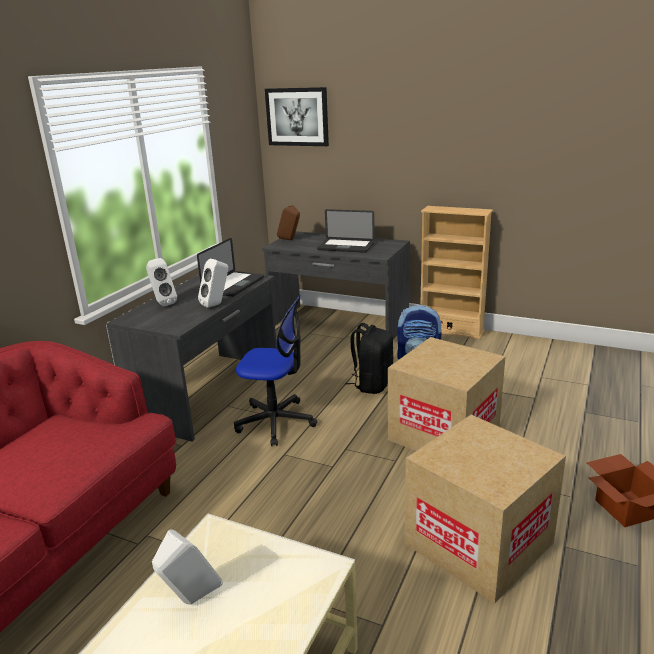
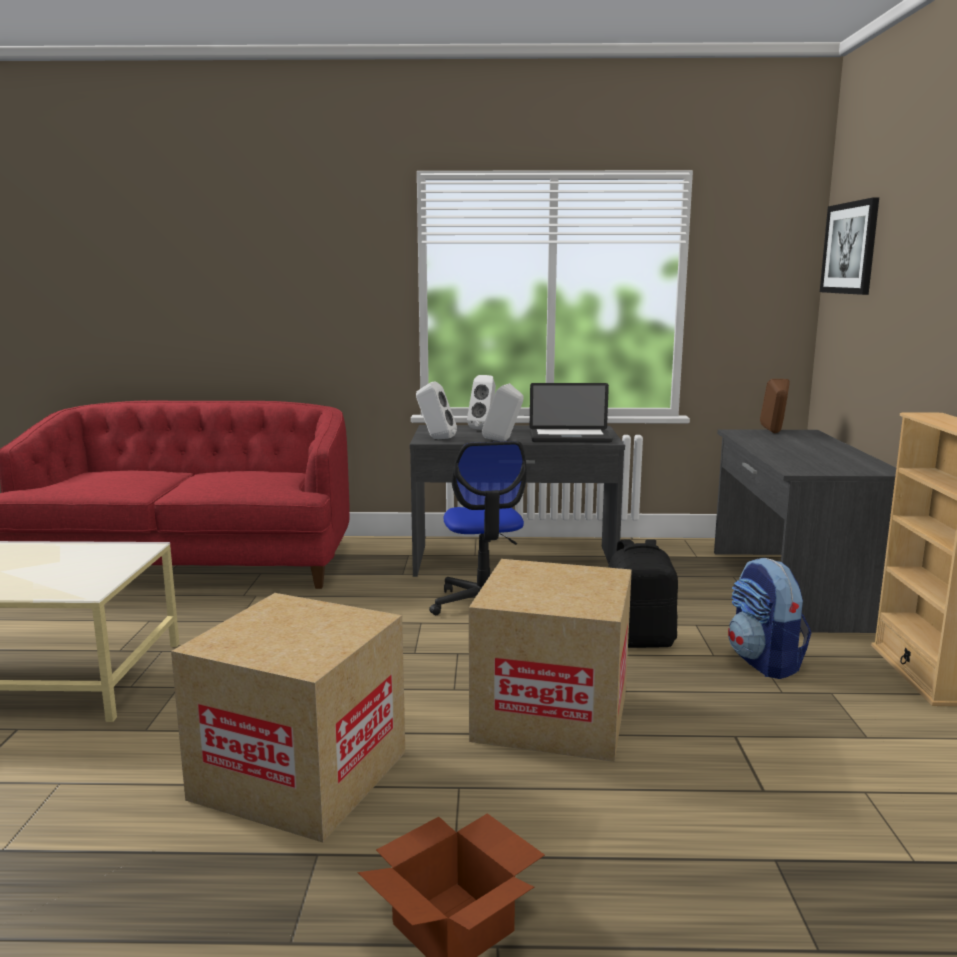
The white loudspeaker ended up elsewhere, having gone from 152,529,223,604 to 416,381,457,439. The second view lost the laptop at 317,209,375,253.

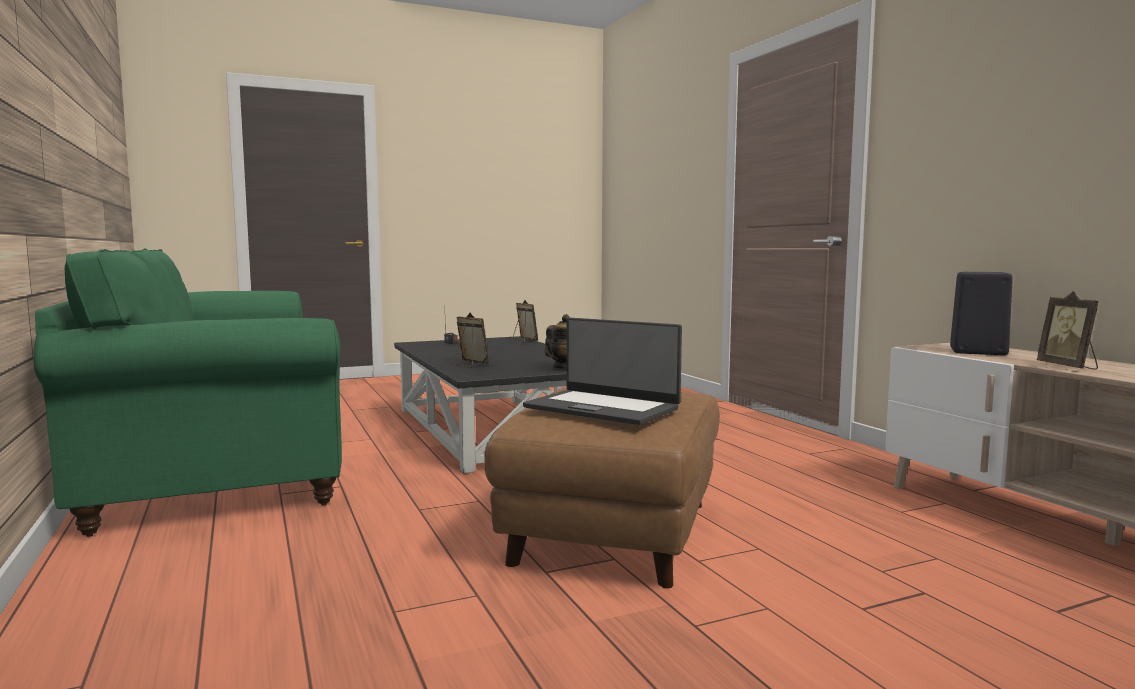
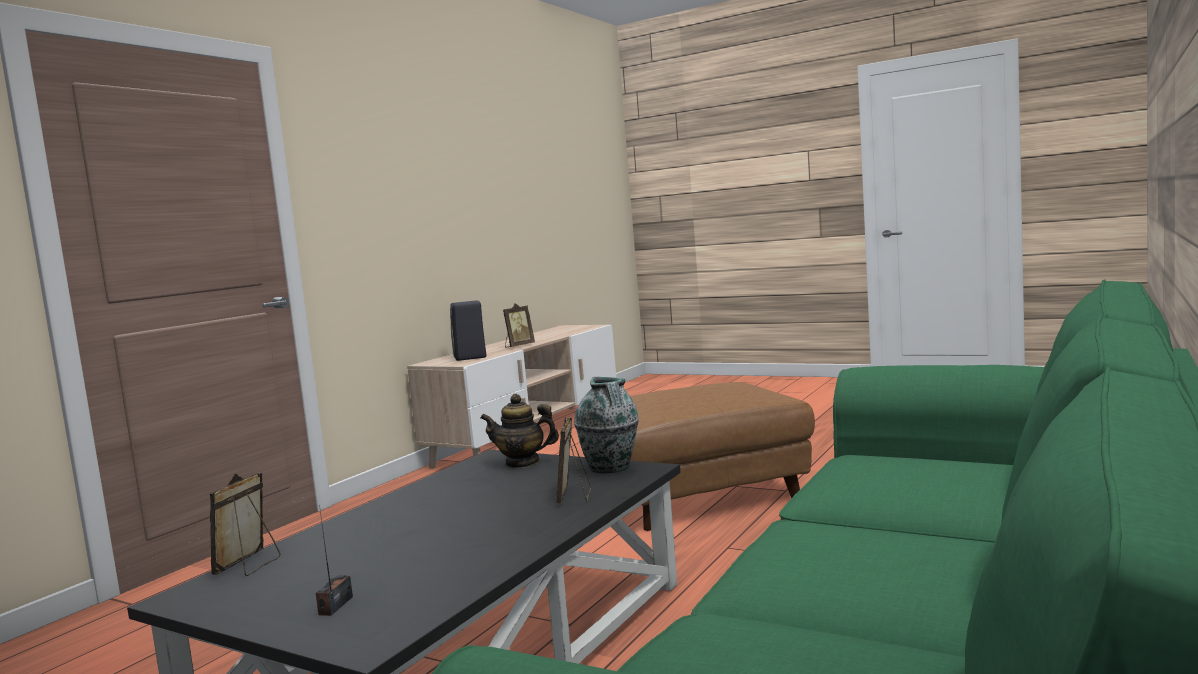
The second view gained the flower vase at 574,377,639,474. The second view lost the laptop at 523,317,682,425.

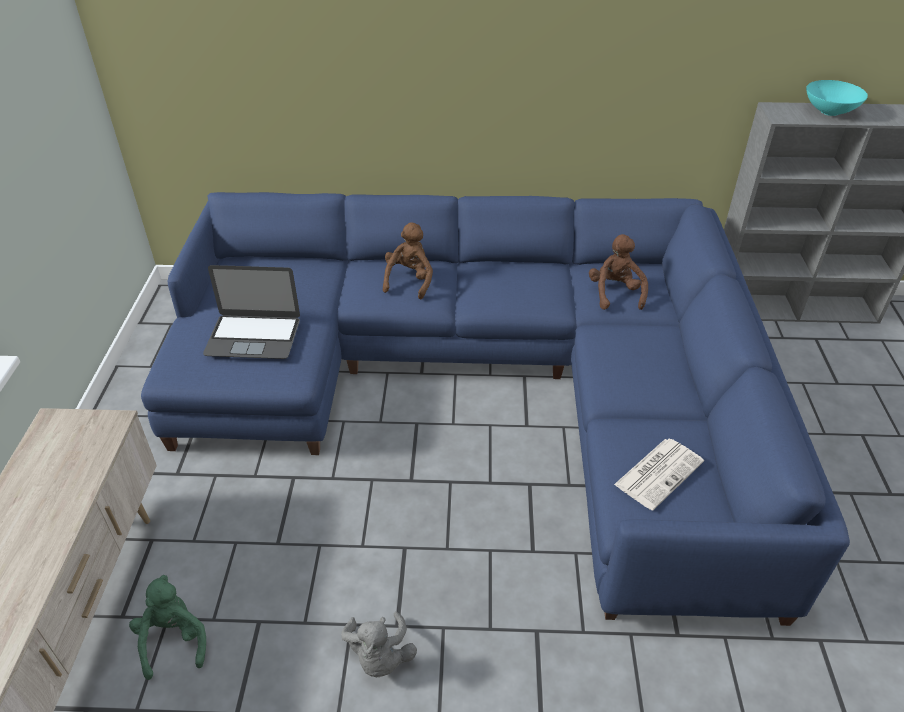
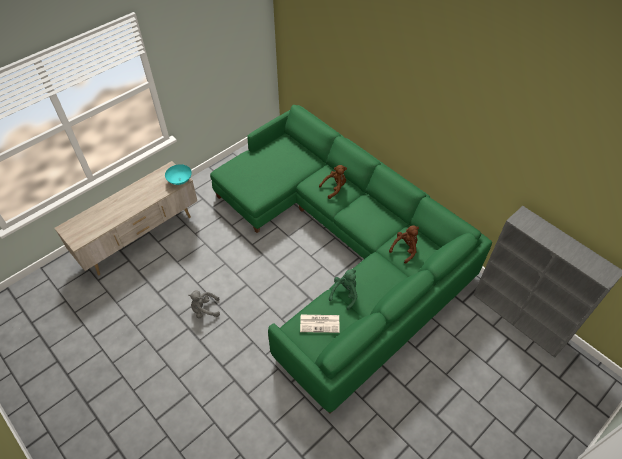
The blue-green bowl ended up elsewhere, having gone from 806,80,868,116 to 165,164,192,185. The greyish plush toy at 341,612,417,677 ended up facing another way, 45 degrees clockwise from before. What was the blue couch at 141,192,850,626 turned into the greenish couch at 210,105,492,414. The greenish plush toy ended up elsewhere, having gone from 129,575,206,680 to 329,269,357,310. The second view lost the laptop at 203,265,300,359.

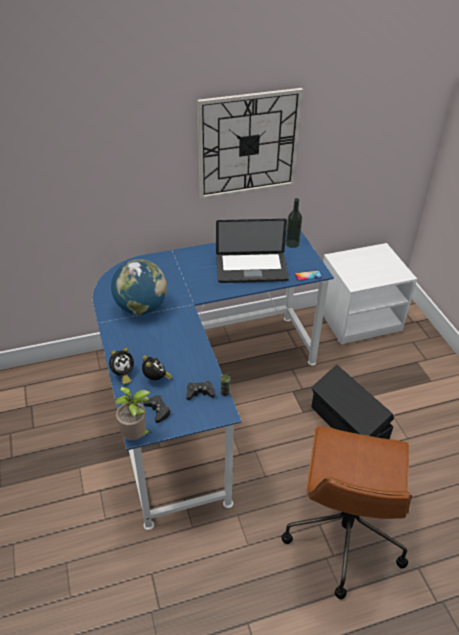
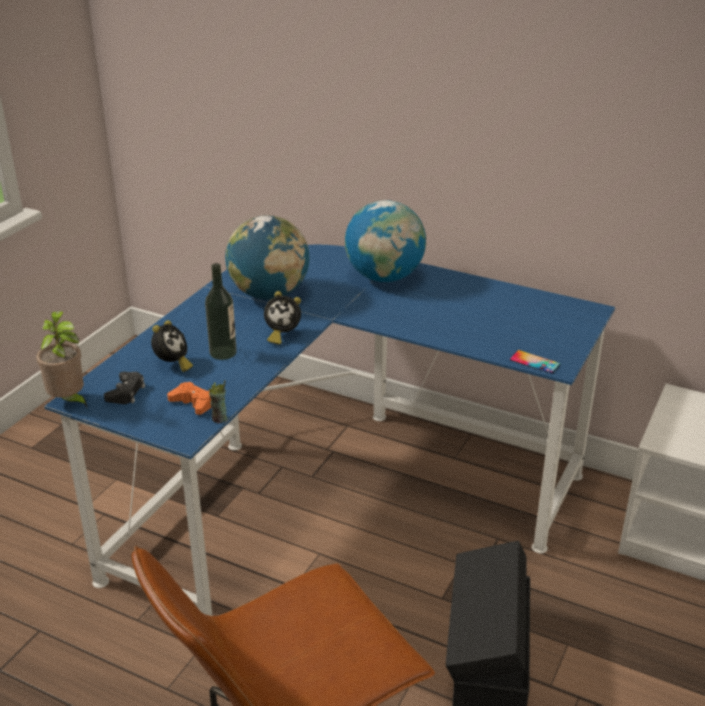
What was the black game controller at 186,381,215,400 turned into the orange-coloured game controller at 167,382,211,415. The beverage bottle ended up elsewhere, having gone from 286,198,302,248 to 205,263,237,360. The table clock ended up elsewhere, having gone from 109,347,134,385 to 264,291,301,345. The second view gained the globe at 345,200,426,282. The second view lost the hanging clock at 197,88,303,200. The second view lost the laptop at 216,219,289,283.

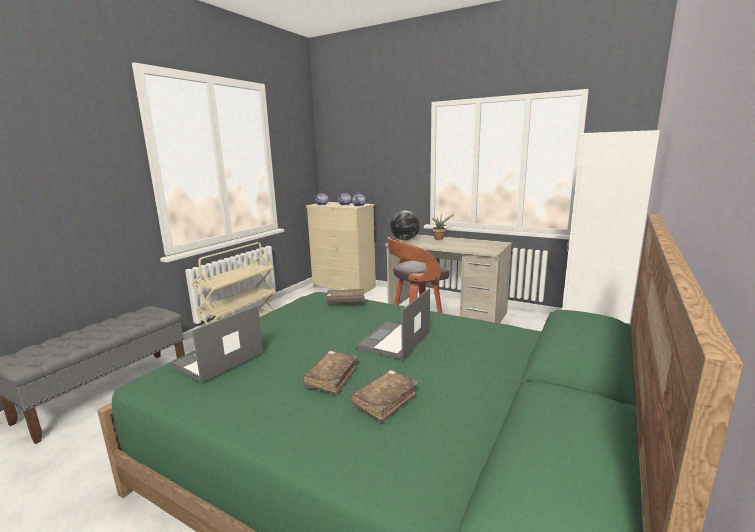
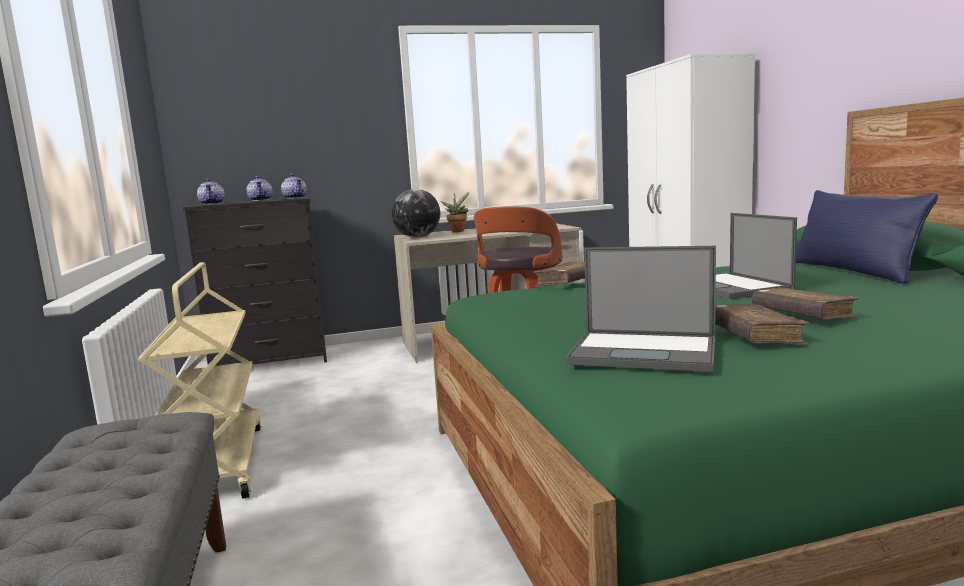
What was the sand-coloured chest of drawers at 306,202,376,294 turned into the black chest of drawers at 183,197,327,366. The laptop at 169,305,263,383 ended up facing another way, 60 degrees counterclockwise from before. The brownish bound book ended up elsewhere, having gone from 351,369,418,423 to 715,304,809,345. The second view gained the blue cushion at 796,190,938,284.

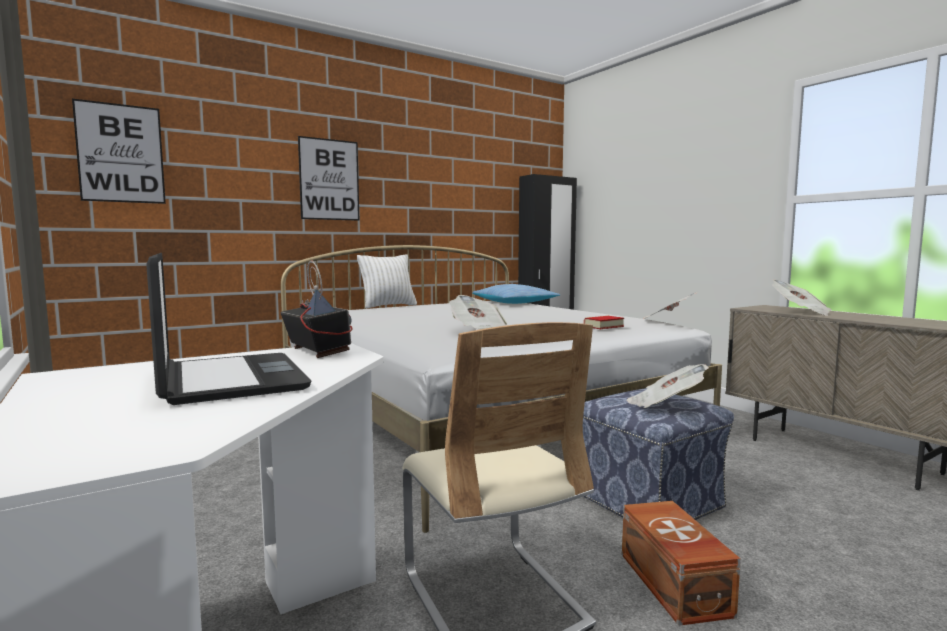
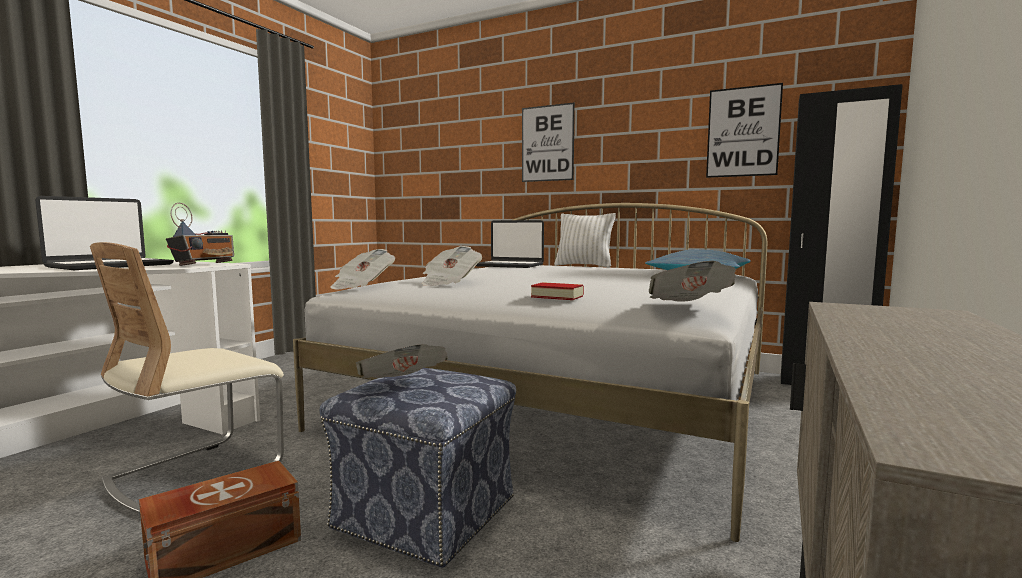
The newspaper ended up elsewhere, having gone from 772,279,831,316 to 330,249,395,290. The second view gained the laptop at 476,220,544,268. The wall art ended up elsewhere, having gone from 72,99,166,204 to 706,83,783,178.

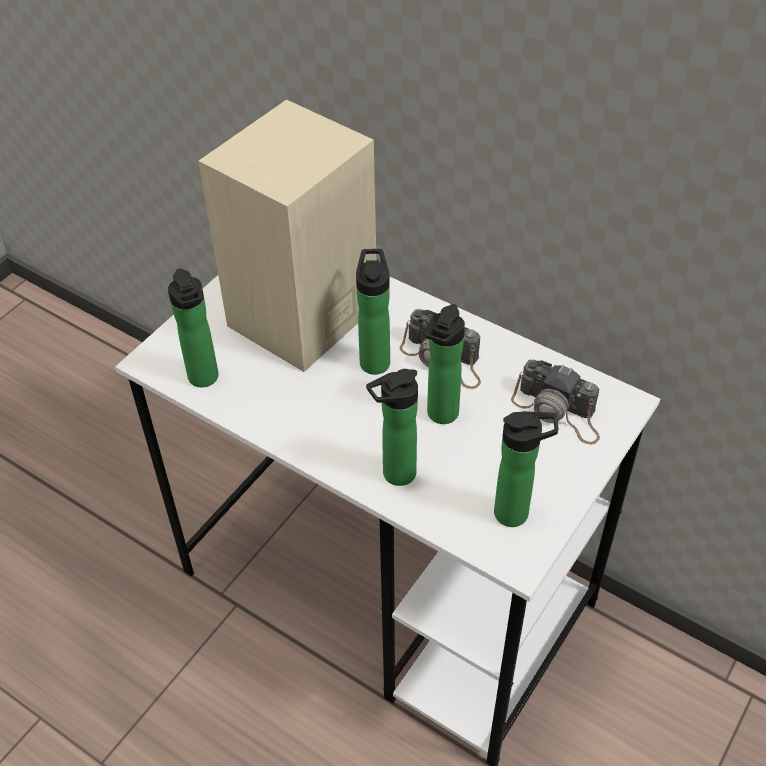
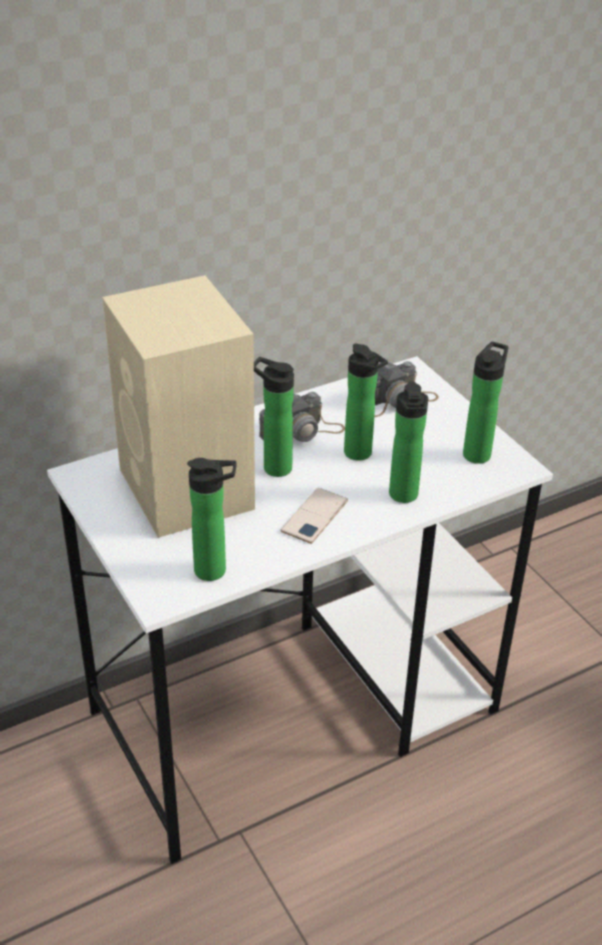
The second view gained the handset at 280,488,348,544.

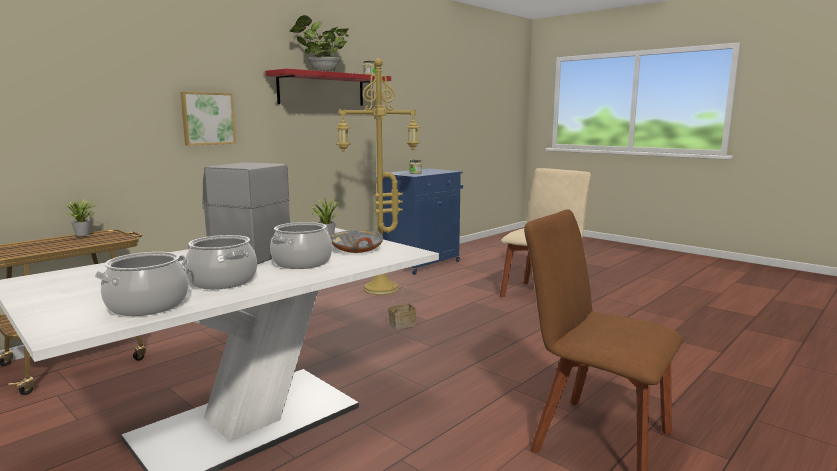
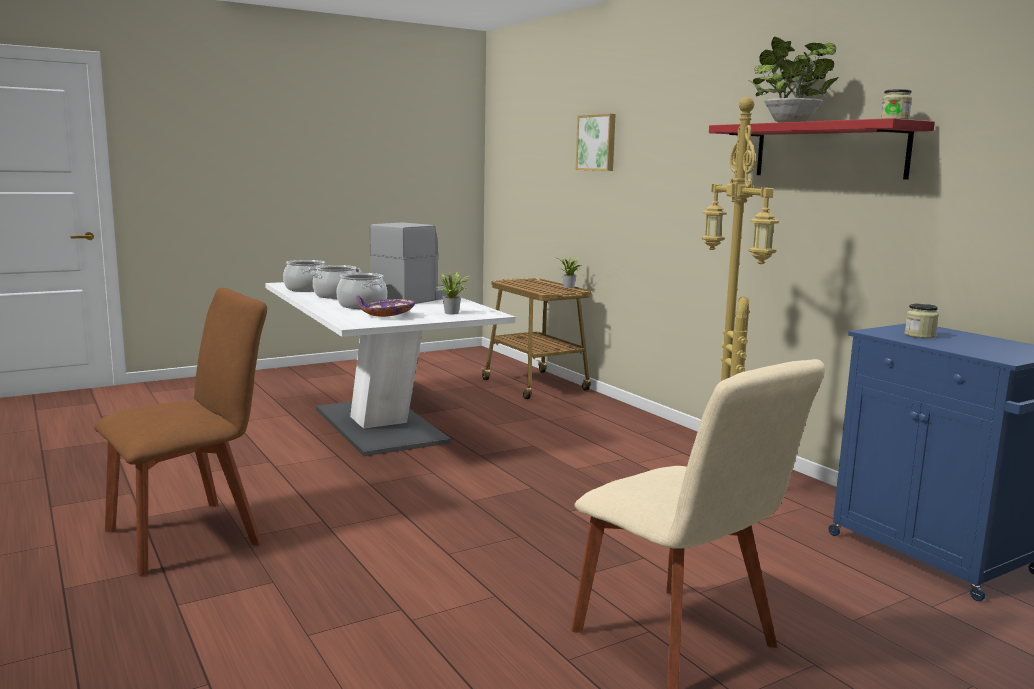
What was the greyish bowl at 330,230,383,253 turned into the purple bowl at 356,296,416,317. The wall art ended up elsewhere, having gone from 180,92,236,145 to 576,114,616,171. The second view lost the basket at 388,280,416,329.

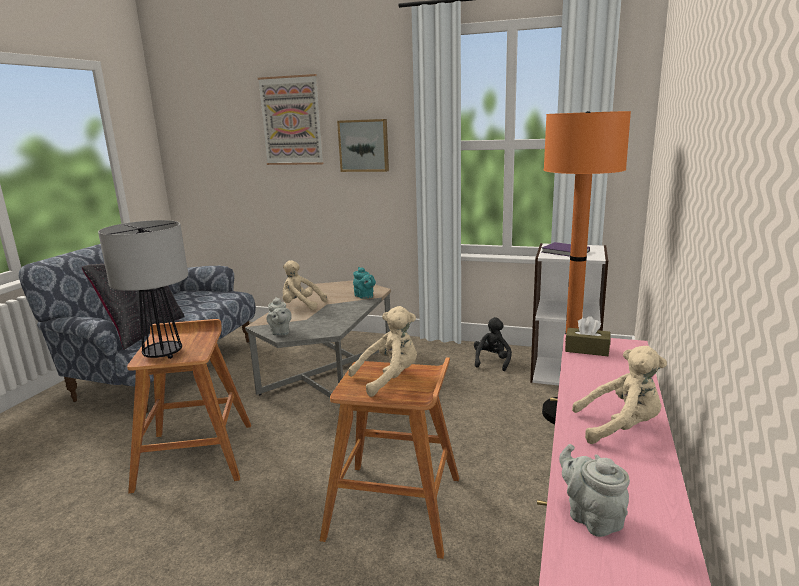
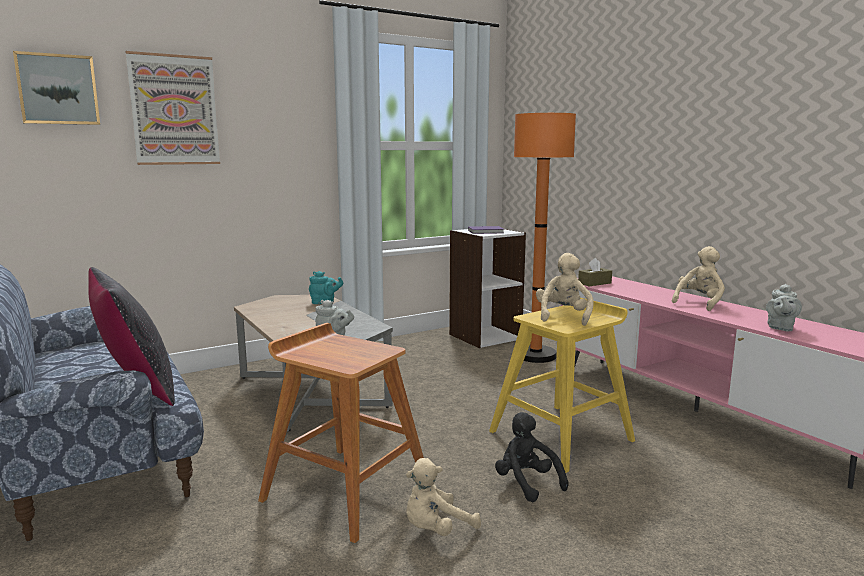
The wall art ended up elsewhere, having gone from 337,119,389,172 to 13,51,100,125. The sand-coloured plush toy ended up elsewhere, having gone from 283,260,327,310 to 406,458,481,536. What was the brownish stool at 320,357,459,559 turned into the yellowish stool at 489,297,635,473. The black plush toy ended up elsewhere, having gone from 474,317,512,371 to 495,412,569,502. The greyish tea pot at 559,444,630,537 ended up facing another way, 75 degrees counterclockwise from before. The second view lost the tabletop lamp at 98,220,188,359.

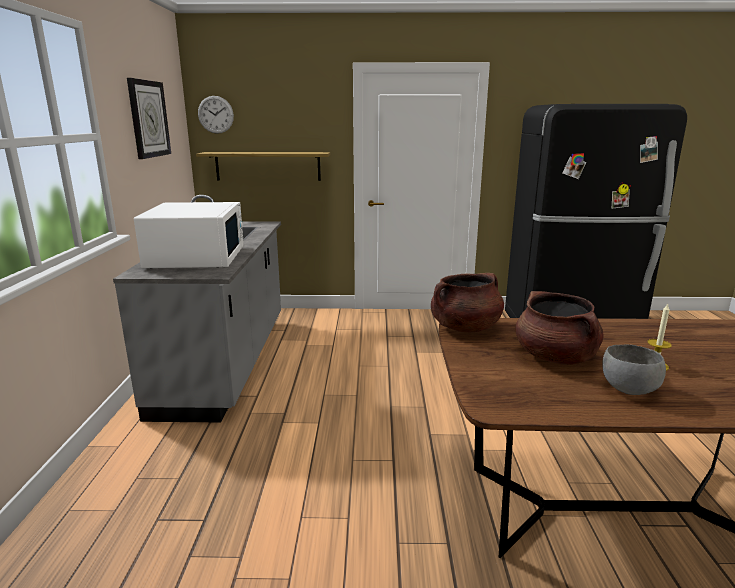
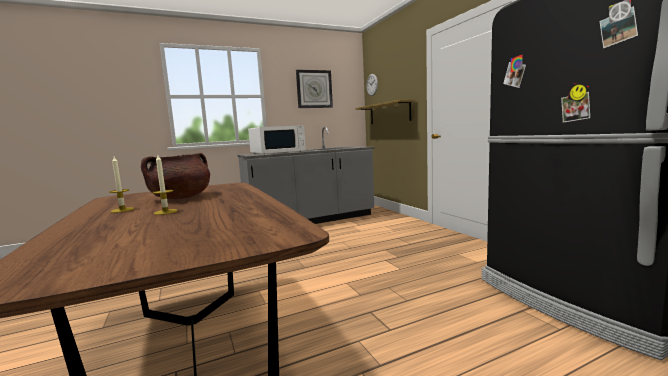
Where the greyish bowl stood at 602,344,666,395, the wax light came to stand at 109,157,134,213. The second view lost the brownish saucepot at 431,273,504,332.

